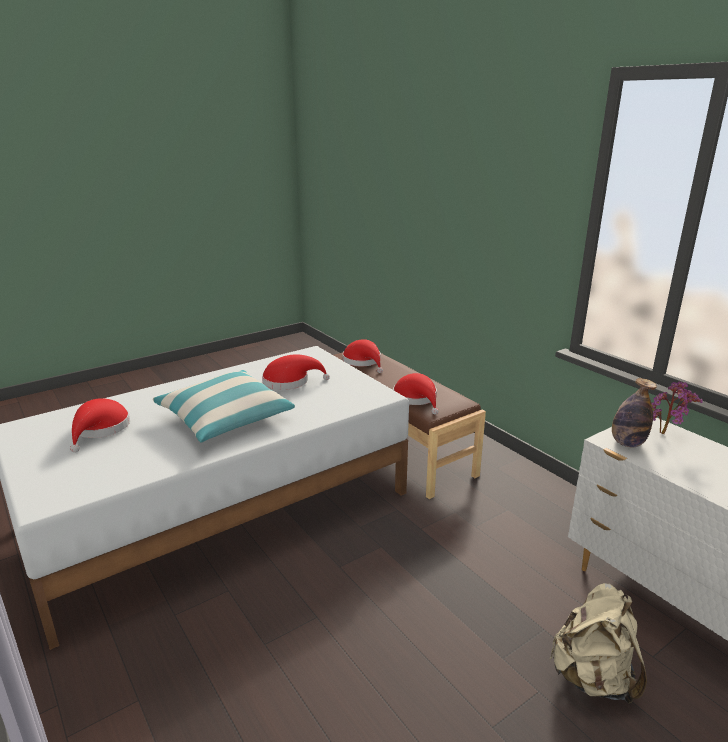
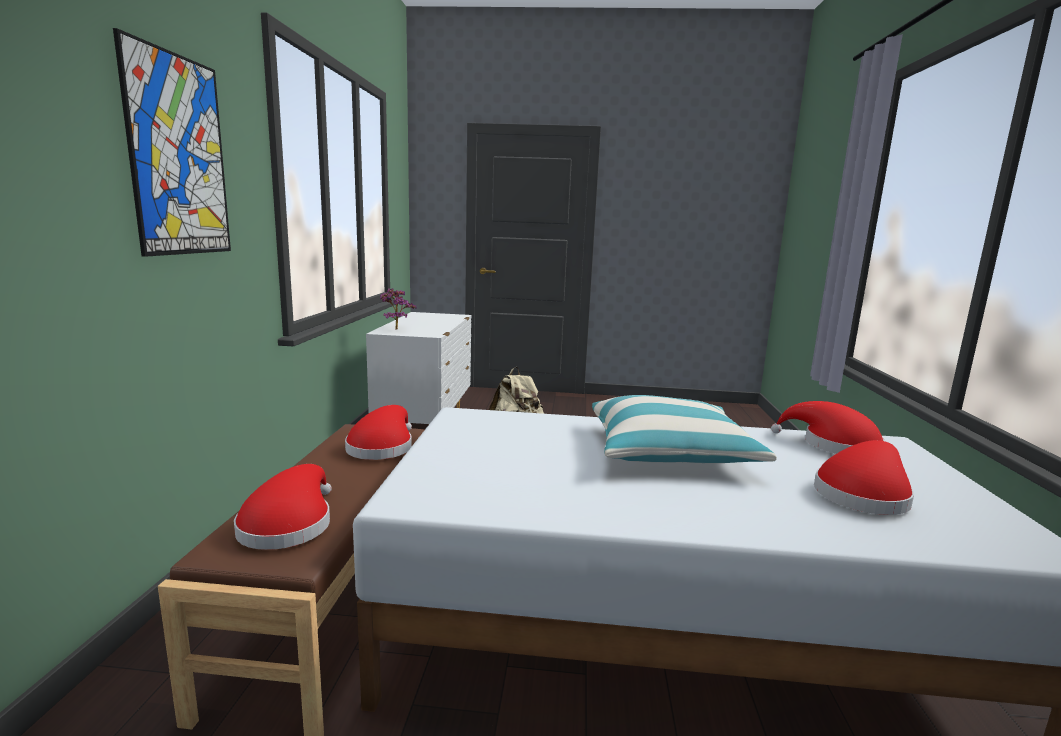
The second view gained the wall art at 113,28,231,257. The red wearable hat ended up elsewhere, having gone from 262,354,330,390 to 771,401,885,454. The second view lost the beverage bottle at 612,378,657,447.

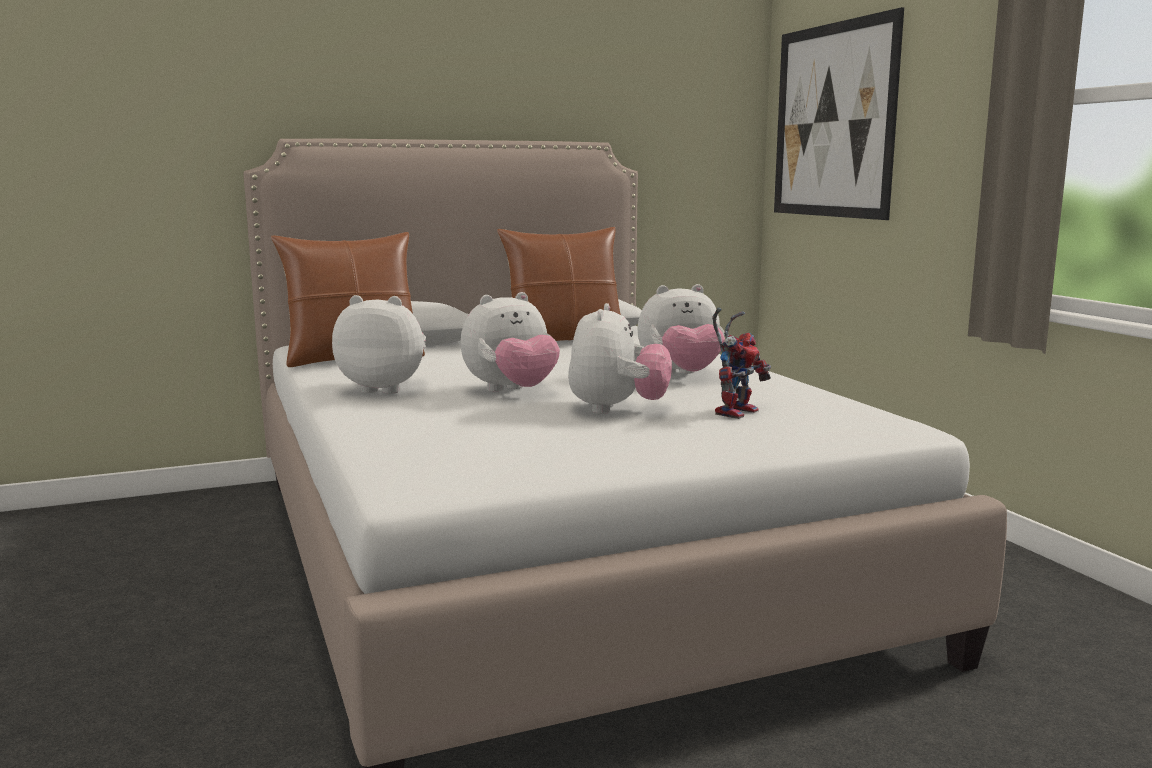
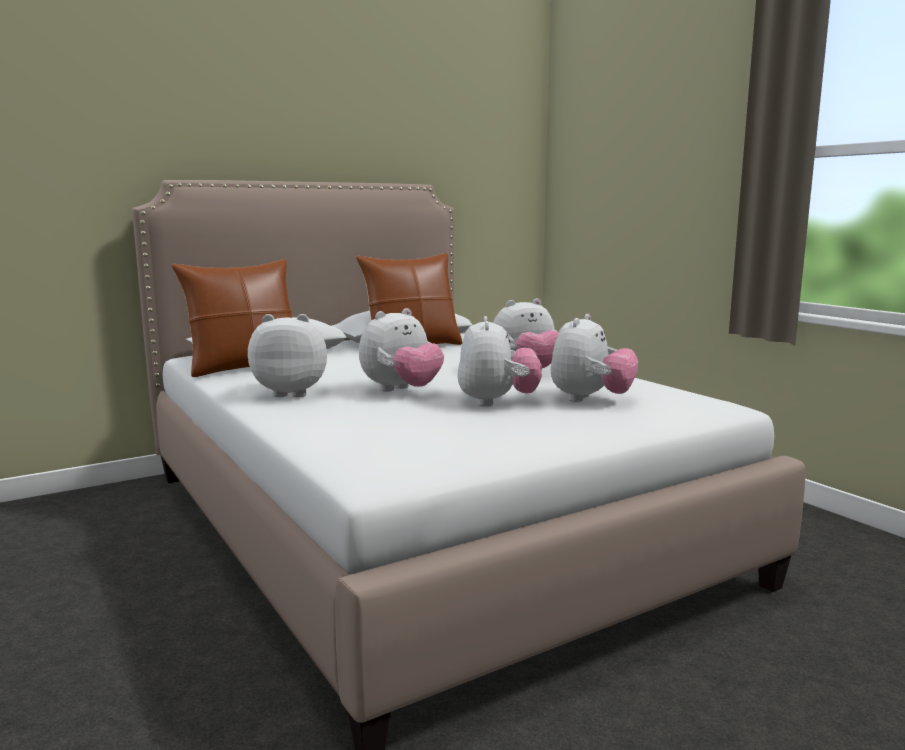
Where the toy robot stood at 712,308,771,419, the plush toy came to stand at 551,314,638,402. The second view lost the wall art at 774,7,904,220.

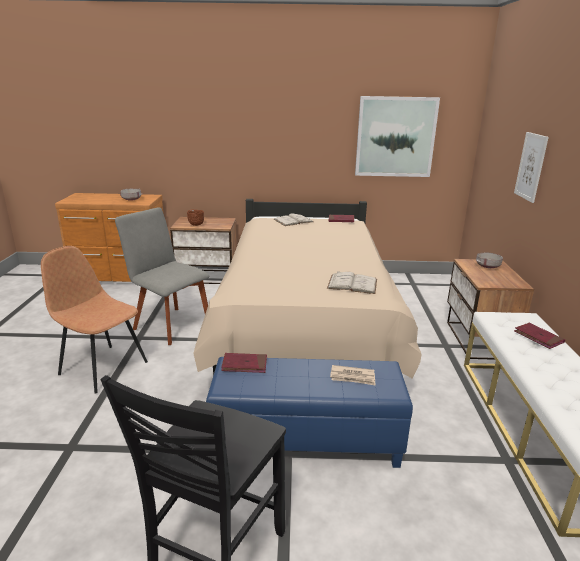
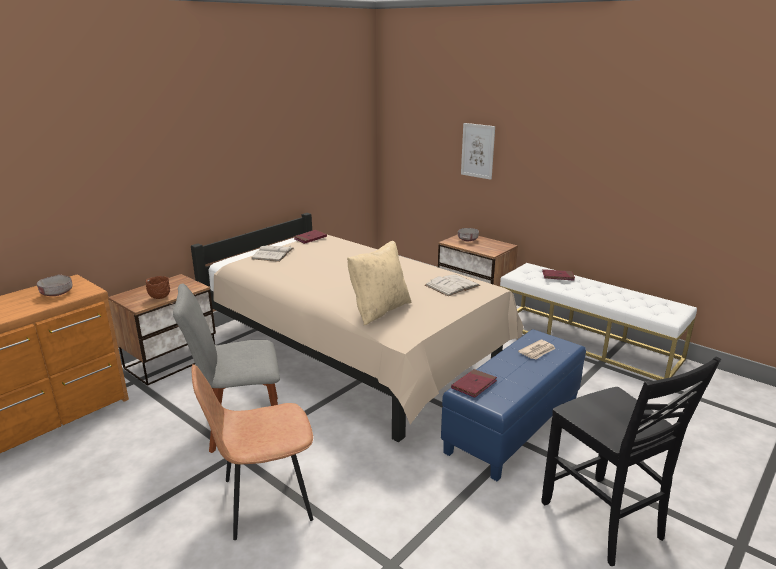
The second view gained the sand-coloured cushion at 347,241,411,325. The second view lost the wall art at 355,96,440,177.

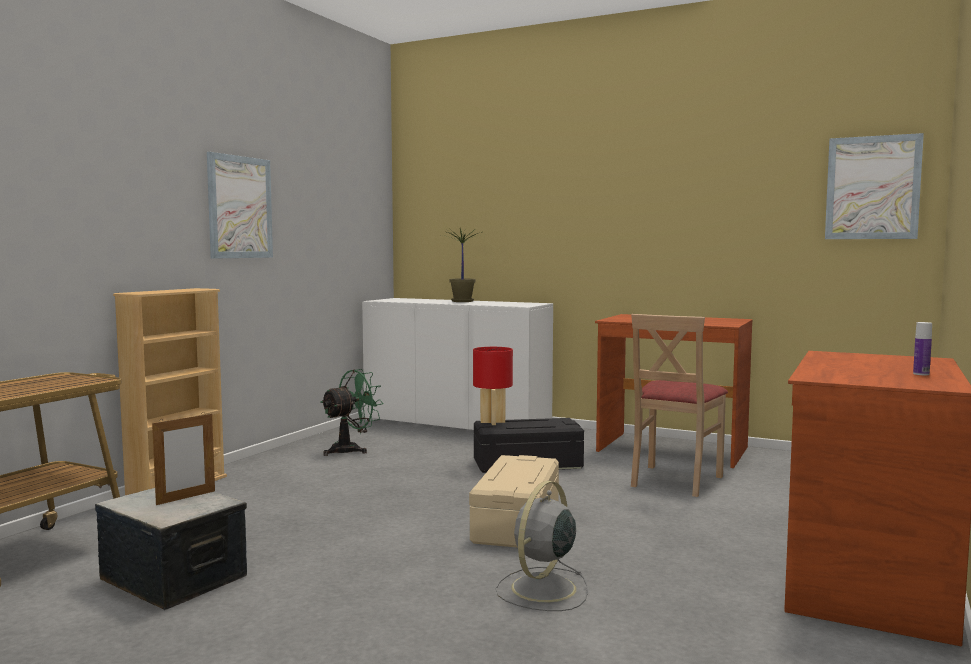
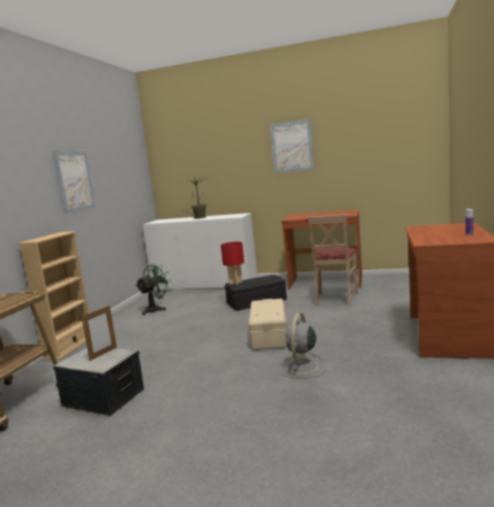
The wall art ended up elsewhere, having gone from 825,133,924,239 to 270,119,314,173.

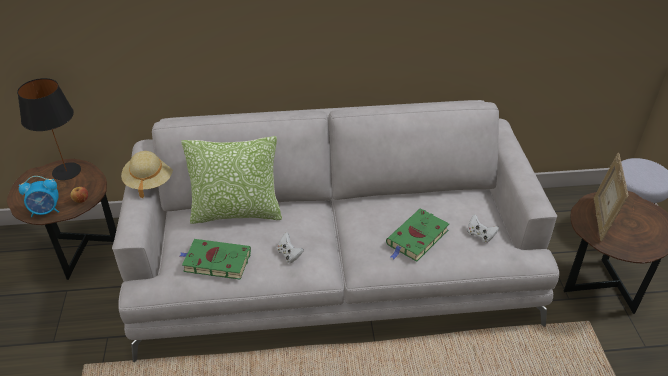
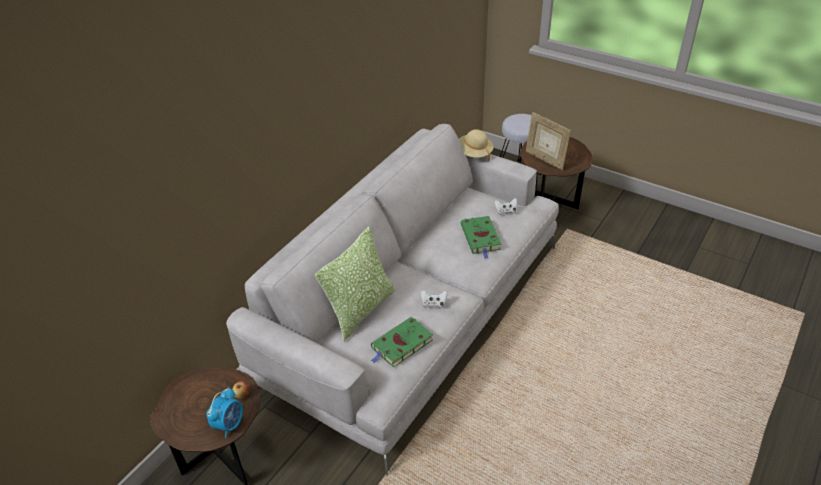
The sand-coloured wearable hat ended up elsewhere, having gone from 121,151,173,198 to 459,129,494,161. The second view lost the black tabletop lamp at 17,78,81,180.

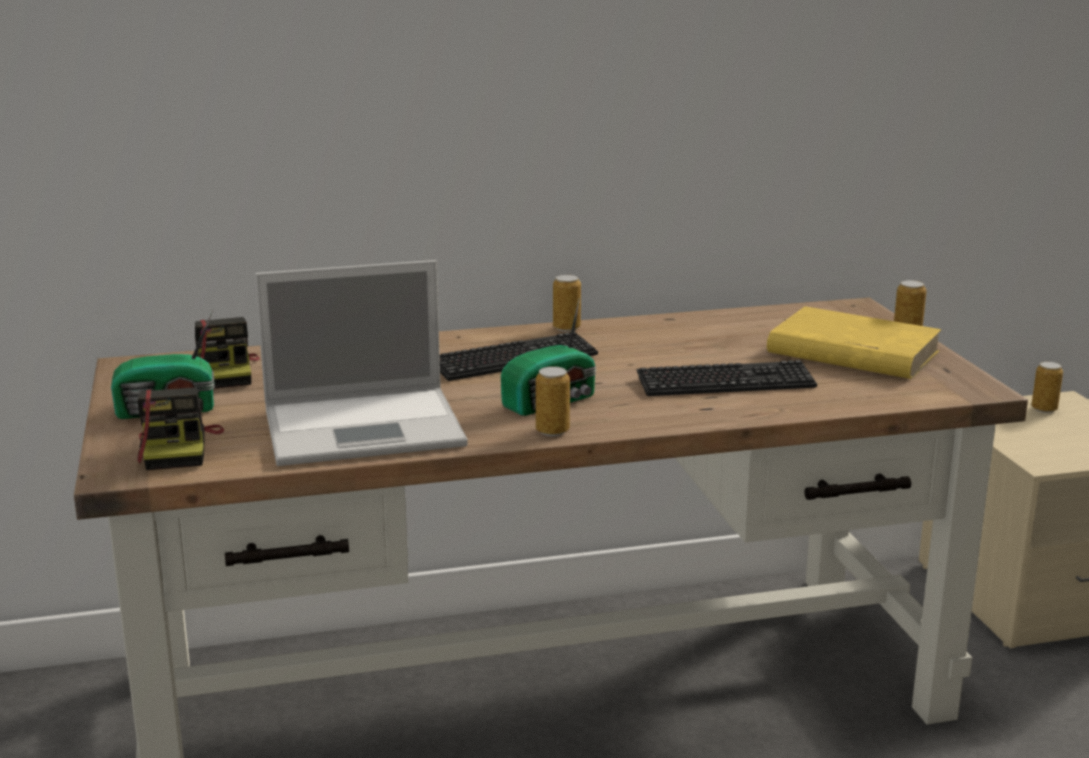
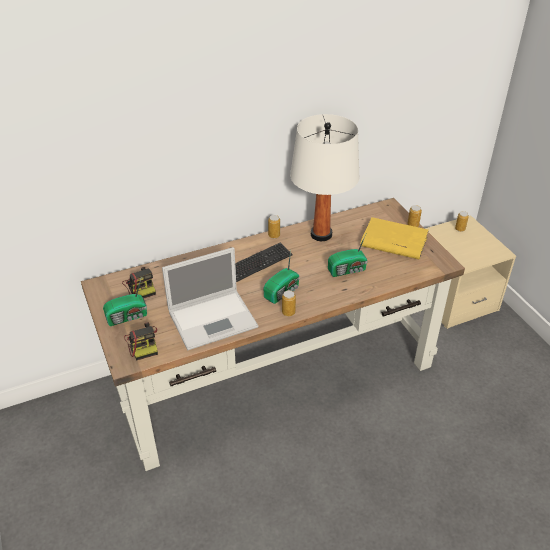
The second view gained the white tabletop lamp at 290,114,360,241. Where the computer keyboard stood at 636,360,817,396, the radio came to stand at 328,234,367,277.

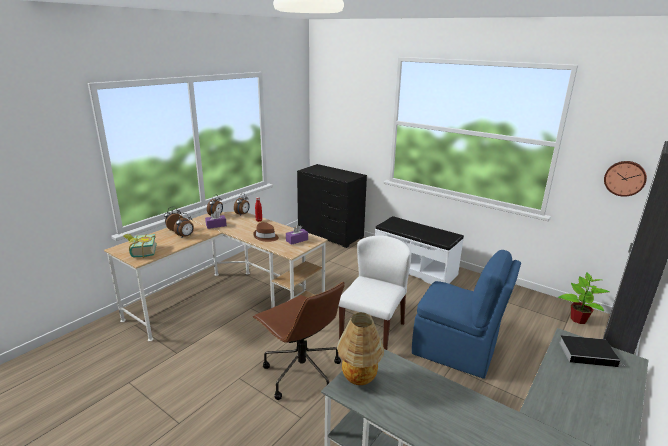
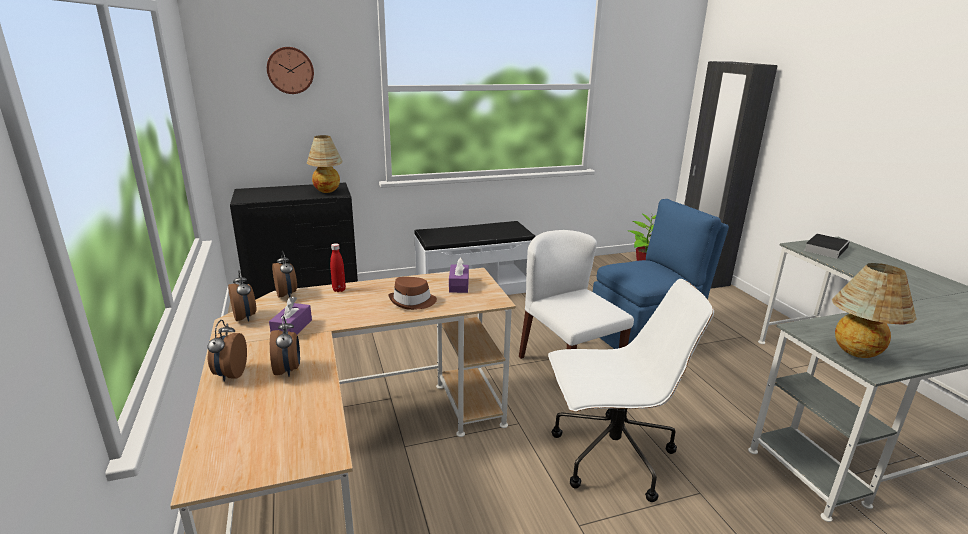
The hanging clock ended up elsewhere, having gone from 604,161,647,197 to 267,47,314,94. The second view gained the tabletop lamp at 307,135,342,193. What was the brownish computer chair at 253,282,345,400 turned into the white computer chair at 548,279,714,502. The second view lost the bound book at 123,234,157,258.

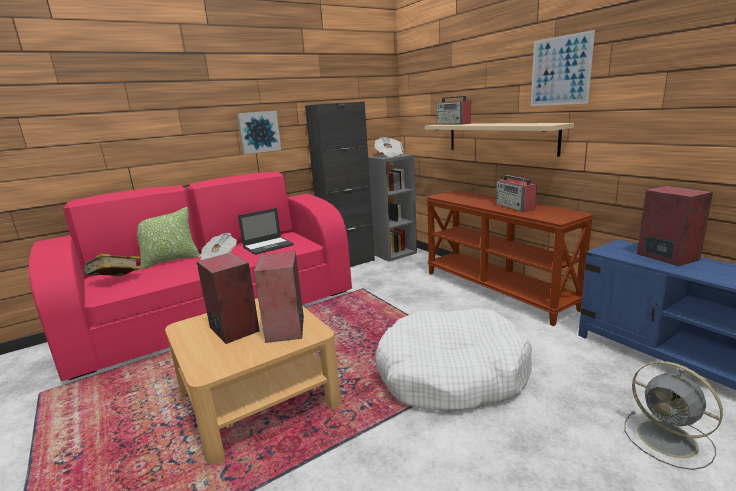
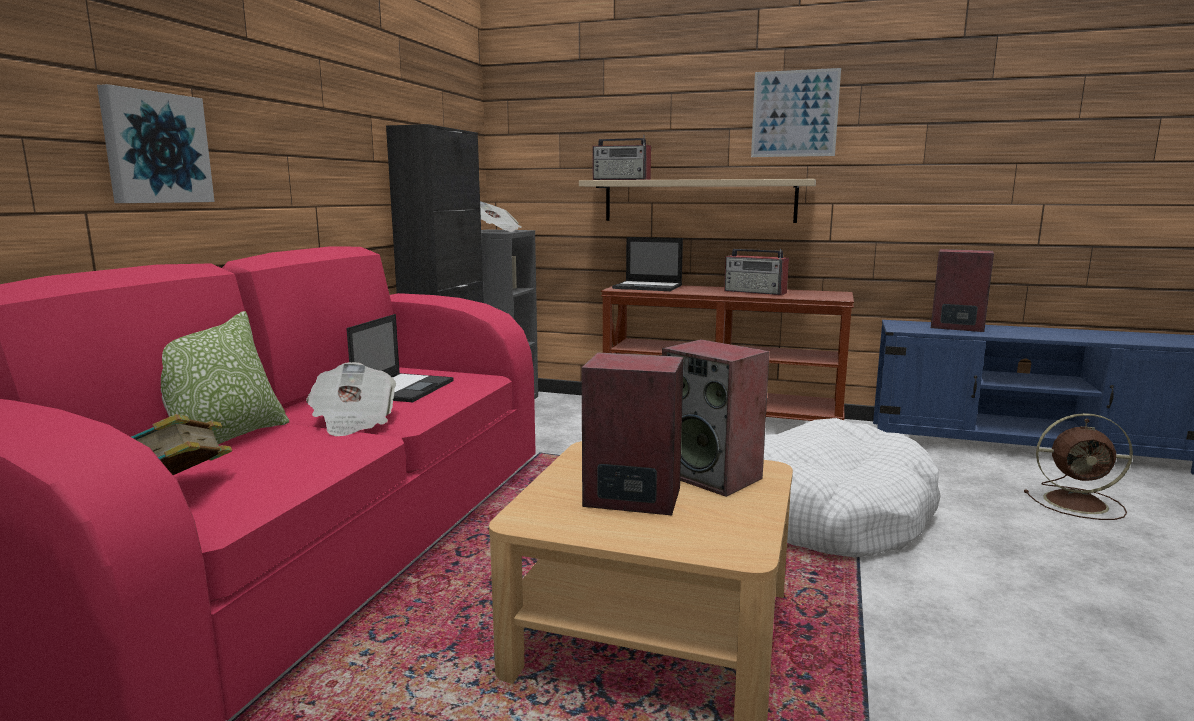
The wall art ended up elsewhere, having gone from 237,111,281,154 to 97,84,215,203. The second view gained the laptop at 612,237,683,291. What was the greyish fan at 624,361,723,470 turned into the brownish fan at 1024,413,1133,520.

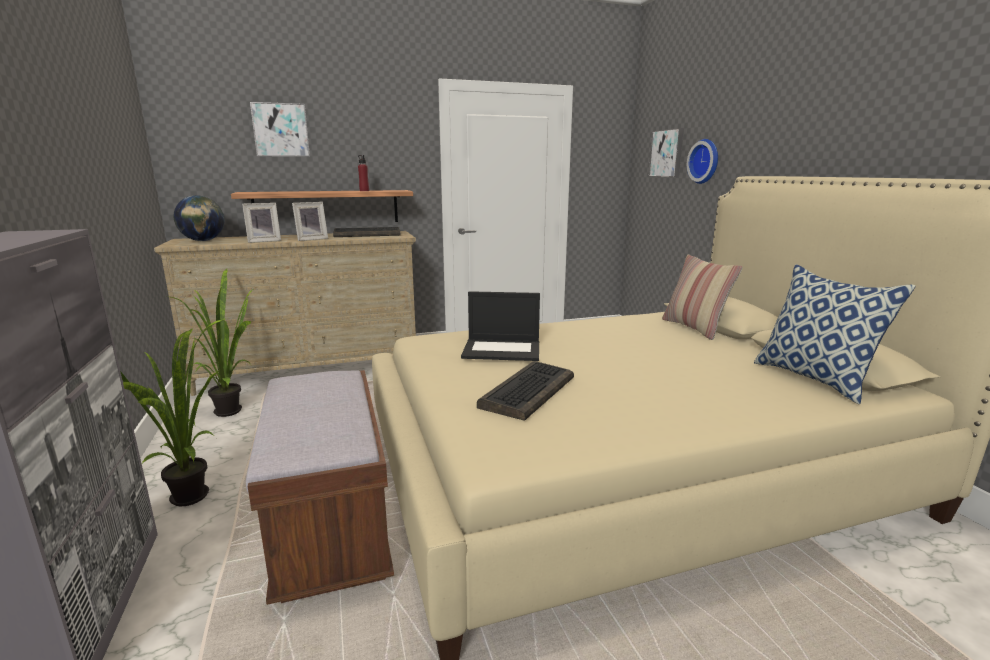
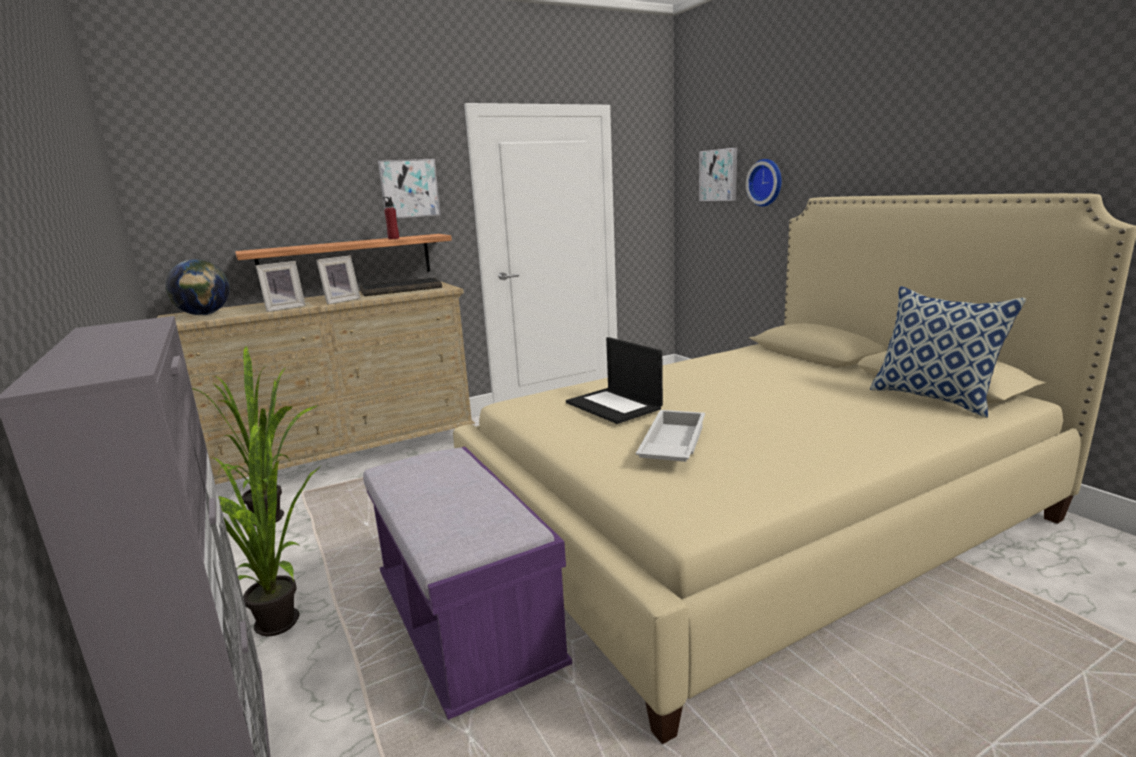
What was the brownish indoor bench at 246,370,394,605 turned into the purple indoor bench at 363,447,572,720. The wall art ended up elsewhere, having gone from 250,102,310,157 to 378,159,441,219. The laptop at 461,291,540,361 ended up facing another way, 60 degrees clockwise from before. Where the computer keyboard stood at 477,361,574,421, the white tray came to stand at 636,410,705,462. The second view lost the cushion at 662,255,742,340.

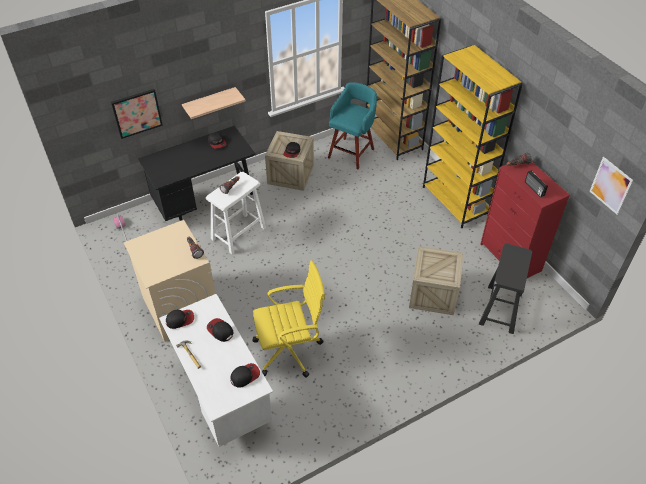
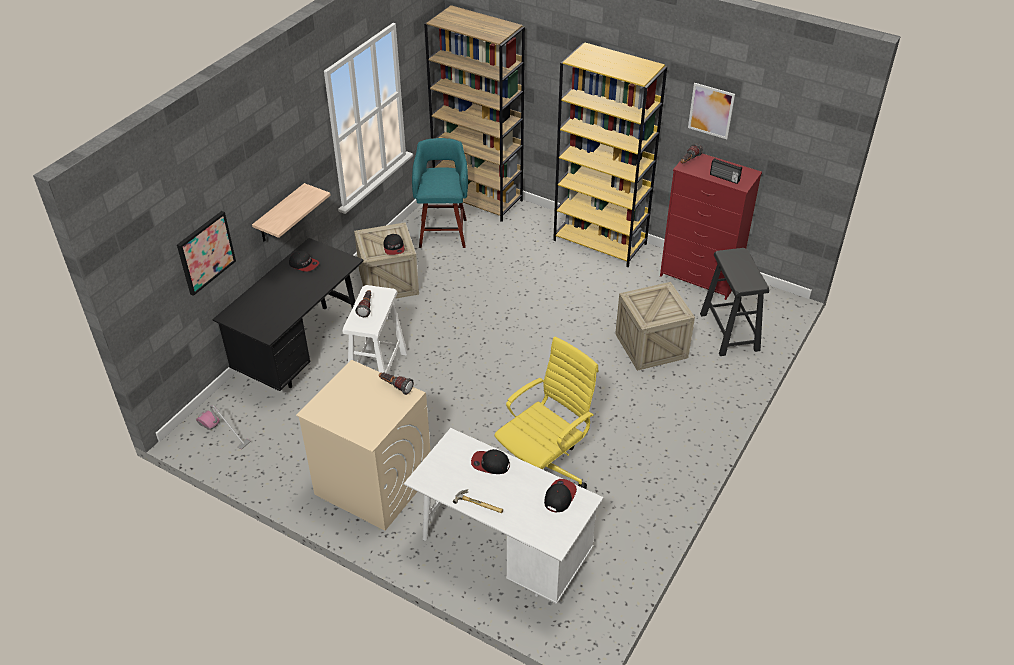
The wall art ended up elsewhere, having gone from 590,157,633,215 to 688,83,735,139. The second view lost the peaked cap at 166,310,194,329.

